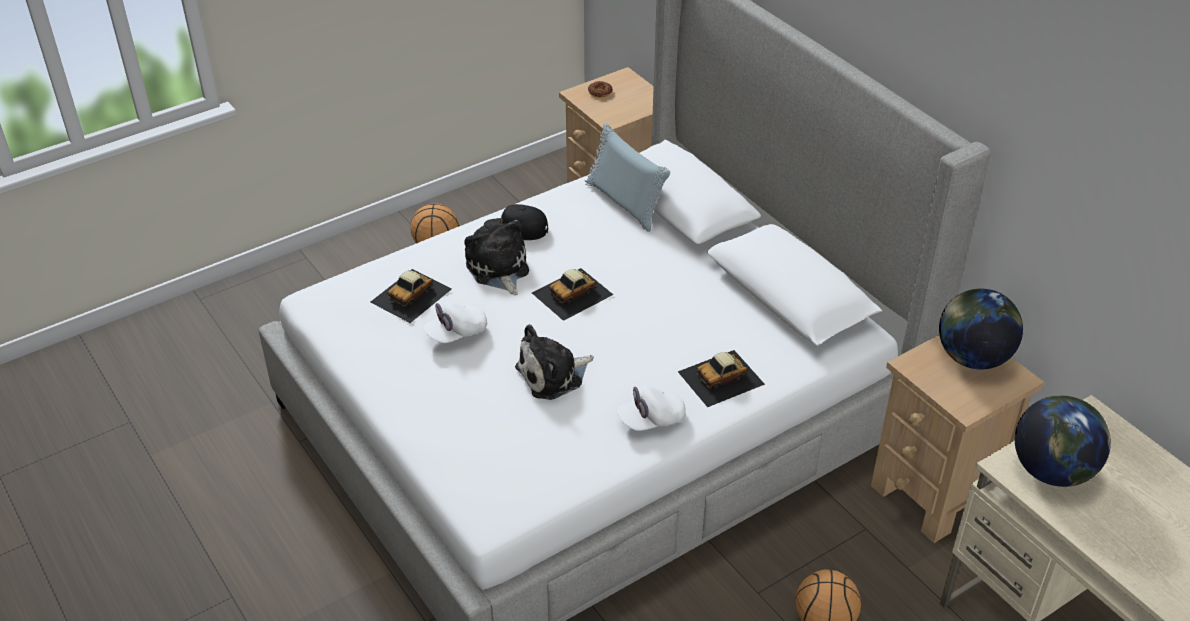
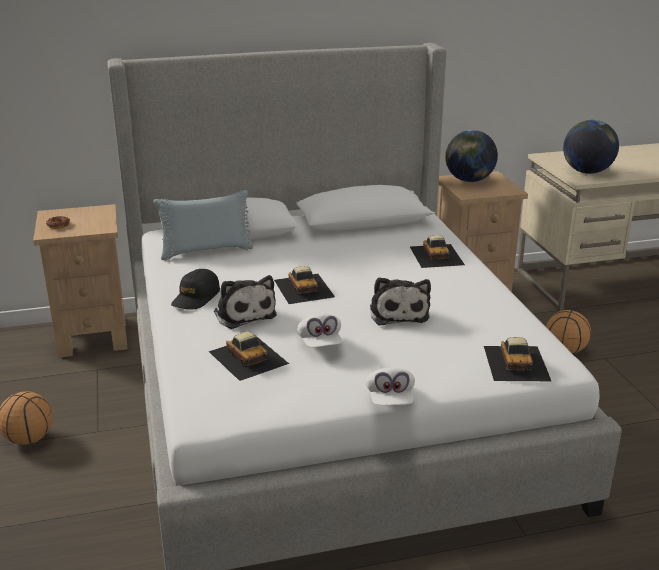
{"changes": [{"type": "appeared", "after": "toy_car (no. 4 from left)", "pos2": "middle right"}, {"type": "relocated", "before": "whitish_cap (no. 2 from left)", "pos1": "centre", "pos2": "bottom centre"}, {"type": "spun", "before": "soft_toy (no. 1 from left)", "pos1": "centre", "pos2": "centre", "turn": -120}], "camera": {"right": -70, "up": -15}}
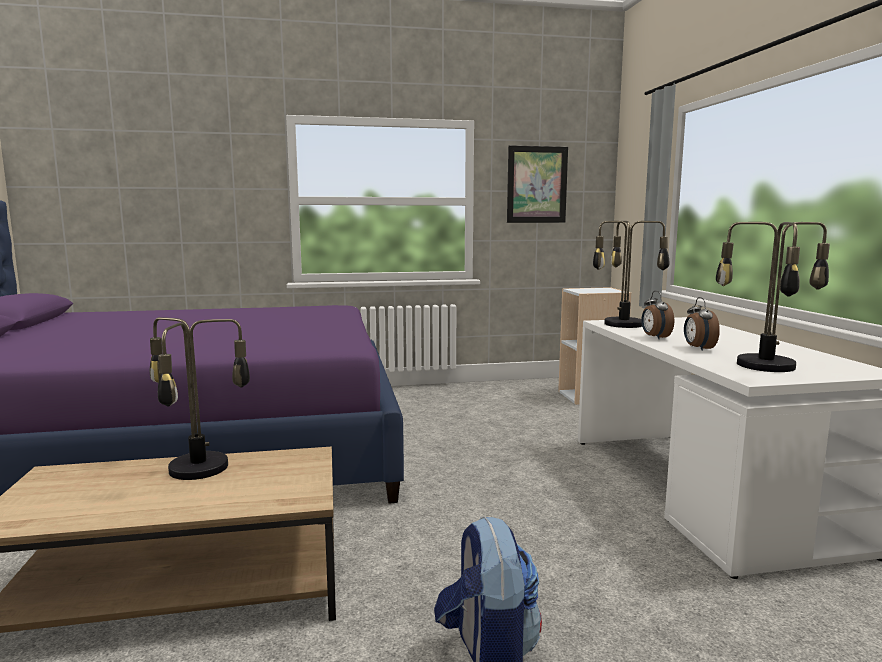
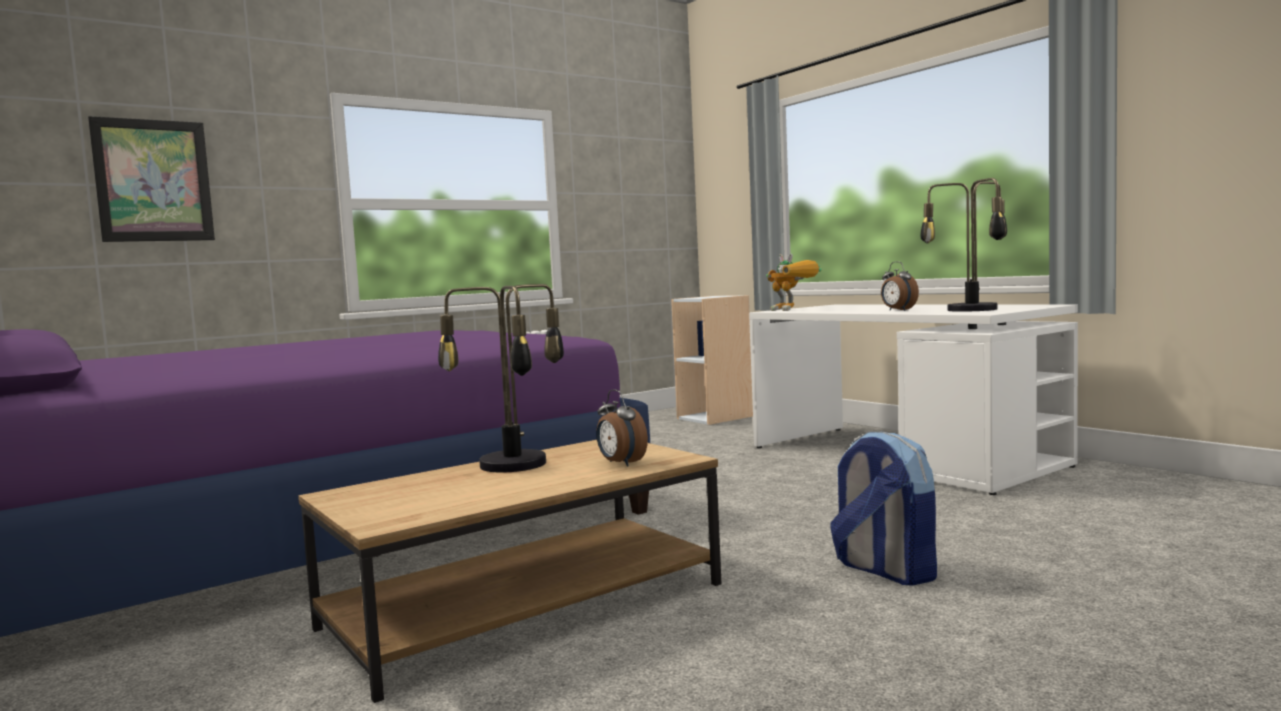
{"changes": [{"type": "relocated", "before": "wall_art", "pos1": "top centre", "pos2": "top left"}, {"type": "relocated", "before": "bedside_clock (no. 1 from left)", "pos1": "middle right", "pos2": "centre"}, {"type": "exchanged", "before": "tabletop_lamp (no. 2 from left)", "after": "robot_figure", "pos1": "middle right", "pos2": "centre"}], "camera": {"right": -25, "up": -5}}
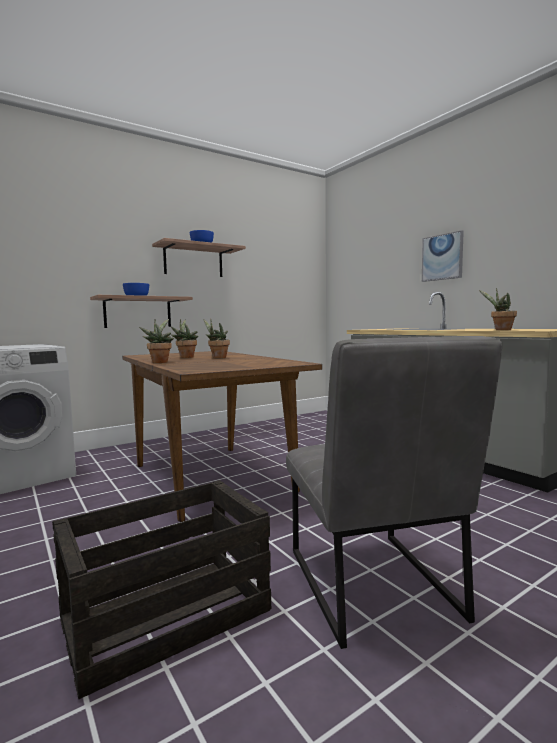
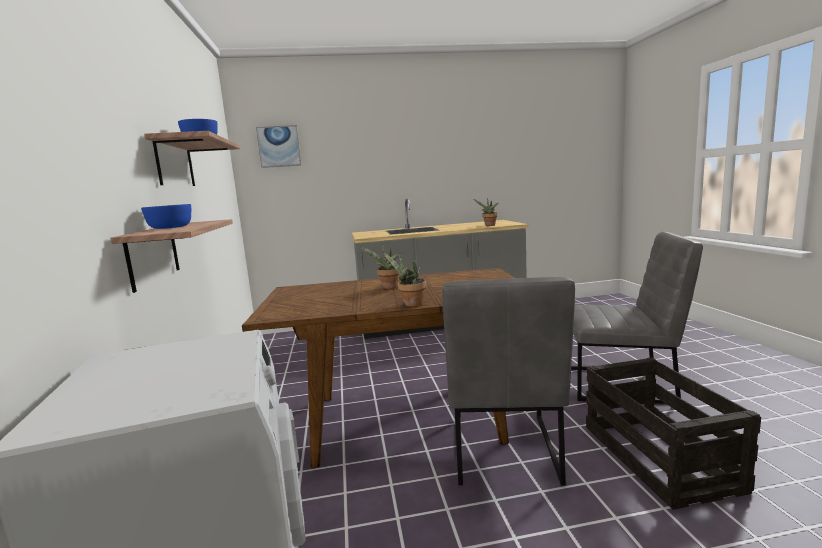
{"changes": [{"type": "missing", "before": "plant_in_a_pot (no. 2 from left)", "pos1": "middle left"}, {"type": "appeared", "after": "greyish_plain_chair (no. 1 from left)", "pos2": "bottom centre"}, {"type": "relocated", "before": "wall_art", "pos1": "middle right", "pos2": "top centre"}], "camera": {"right": -65, "up": 5}}
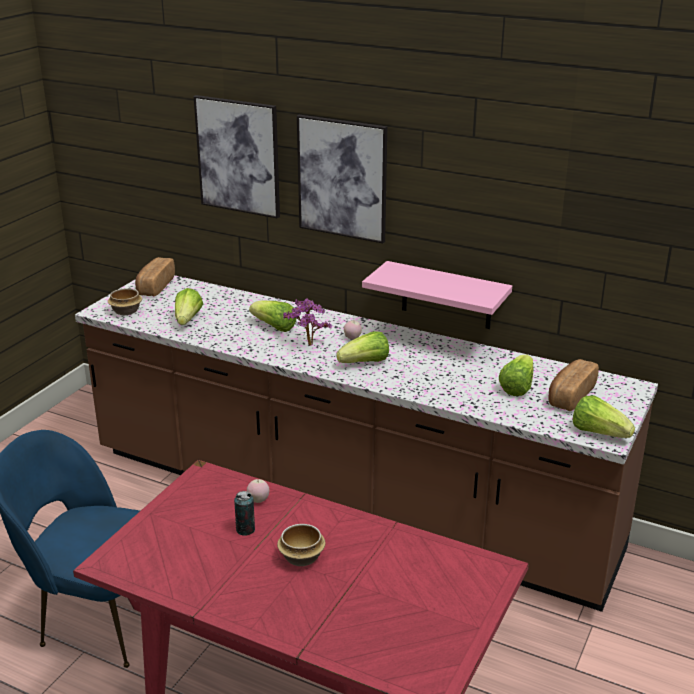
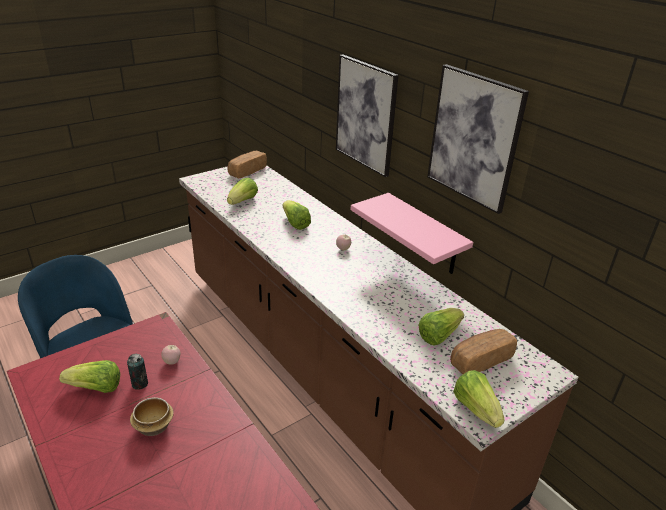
{"changes": [{"type": "missing", "before": "bowl (no. 1 from left)", "pos1": "middle left"}, {"type": "missing", "before": "plant_in_a_pot", "pos1": "centre"}, {"type": "relocated", "before": "wall_art (no. 1 from left in the first image)", "after": "wall_art (no. 2 from left)", "pos1": "top centre", "pos2": "top right"}, {"type": "relocated", "before": "lettuce_head (no. 3 from left in the first image)", "after": "lettuce_head (no. 1 from left)", "pos1": "centre", "pos2": "bottom left"}], "camera": {"right": 25, "up": 5}}
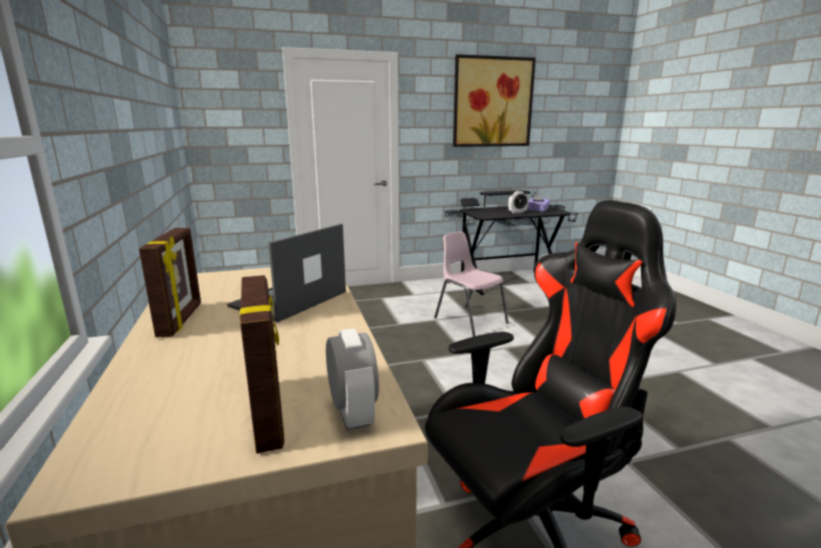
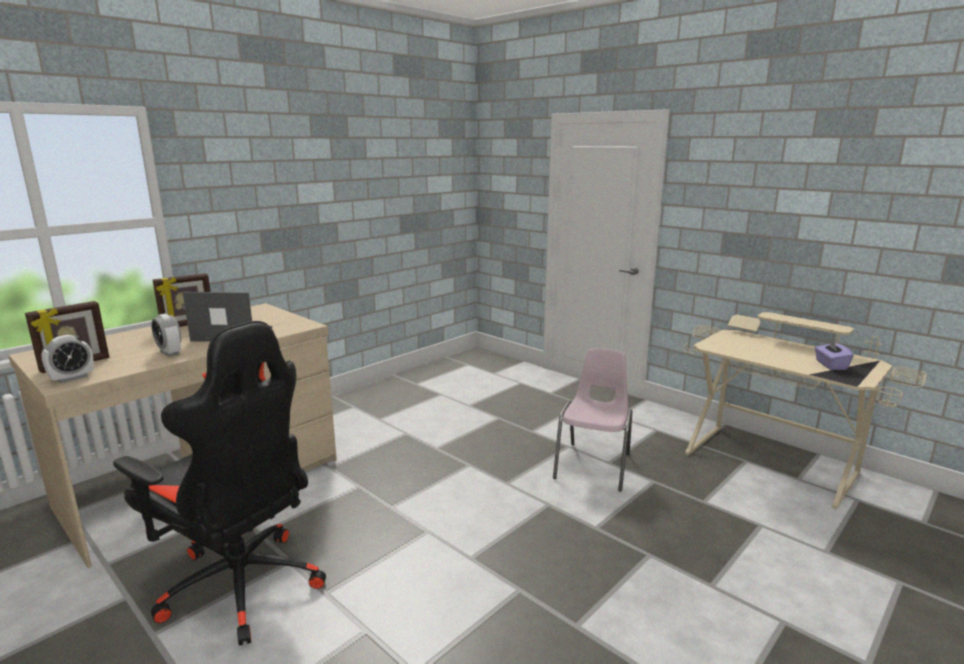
{"changes": [{"type": "missing", "before": "wall_art", "pos1": "top centre"}, {"type": "relocated", "before": "bedside_clock (no. 2 from left)", "pos1": "centre", "pos2": "middle left"}, {"type": "colour", "before": "black-coloured_desk_table", "after": "beige-coloured_desk_table (no. 2 from left)", "pos1": "centre", "pos2": "middle right"}], "camera": {"right": 60, "up": 0}}
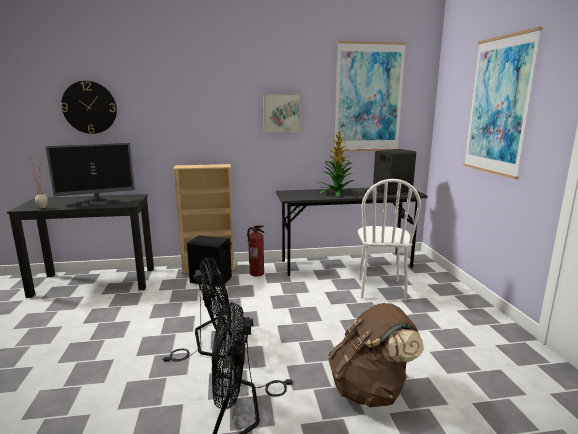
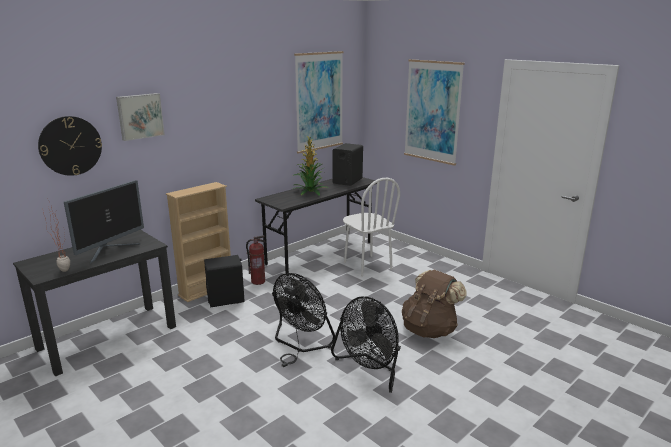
{"changes": [{"type": "relocated", "before": "wall_art (no. 1 from left)", "pos1": "top centre", "pos2": "top left"}], "camera": {"right": -35, "up": 5}}
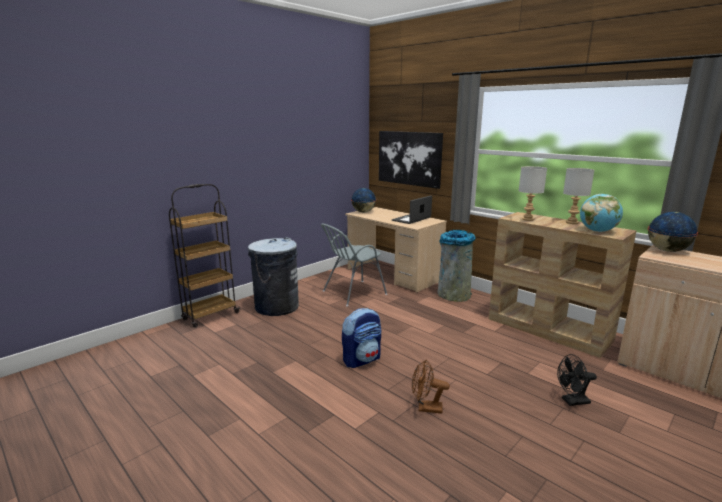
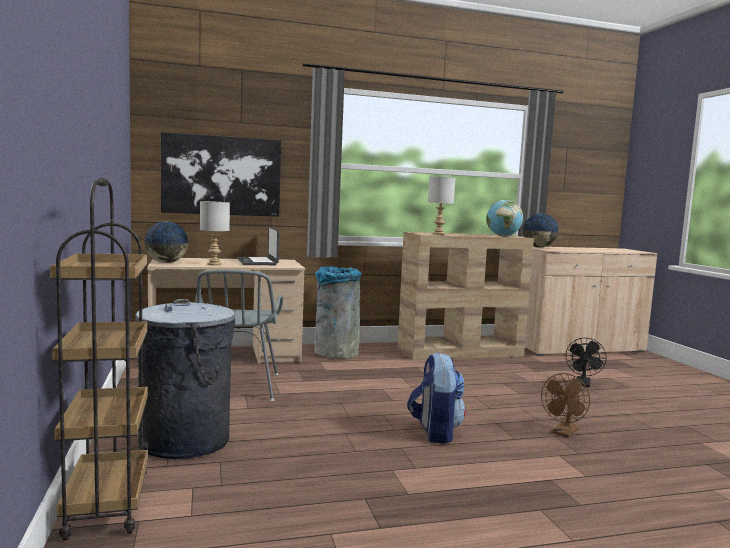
{"changes": [{"type": "relocated", "before": "greyish_tabletop_lamp (no. 2 from left in the first image)", "after": "greyish_tabletop_lamp (no. 1 from left)", "pos1": "middle right", "pos2": "middle left"}], "camera": {"right": -60, "up": -10}}
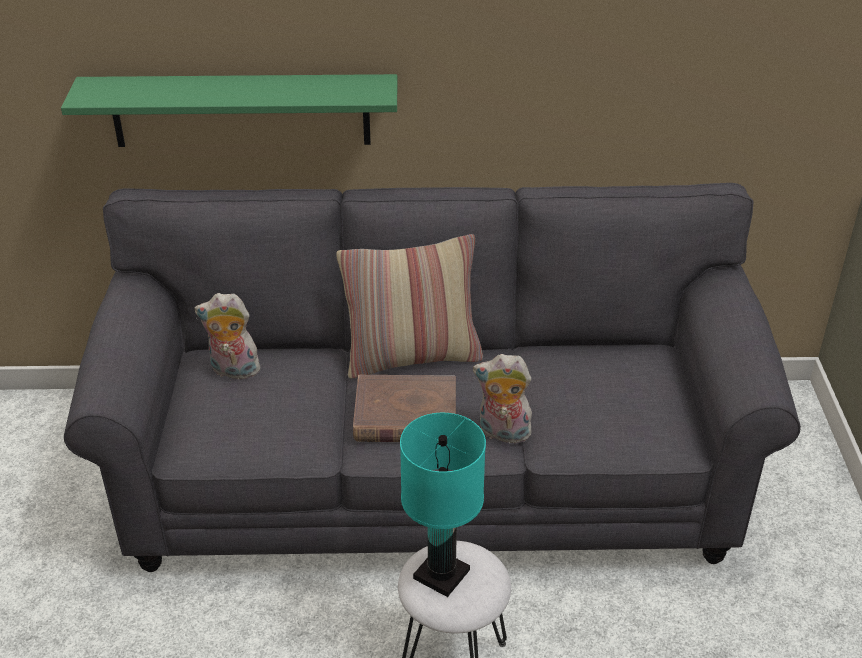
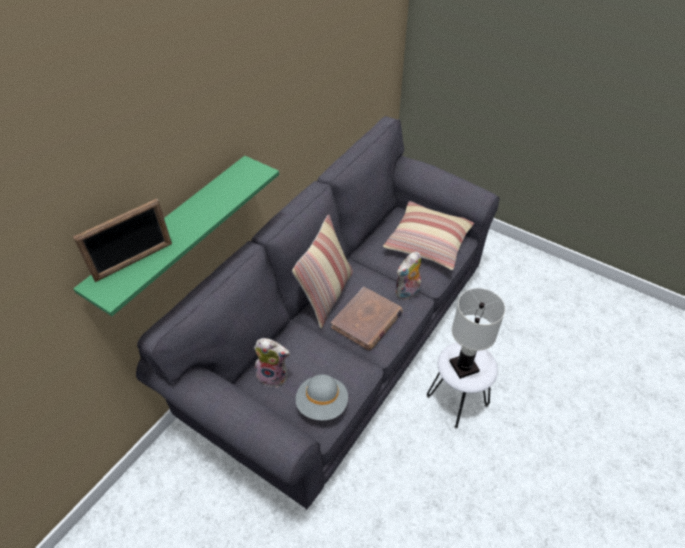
{"changes": [{"type": "appeared", "after": "photo_frame", "pos2": "middle left"}, {"type": "appeared", "after": "greyish_clothing_hat", "pos2": "bottom centre"}, {"type": "appeared", "after": "pillow (no. 2 from left)", "pos2": "centre"}, {"type": "colour", "before": "turquoise-coloured_tabletop_lamp", "after": "whitish_tabletop_lamp", "pos1": "bottom centre", "pos2": "middle right"}, {"type": "spun", "before": "soft_toy (no. 1 from left)", "pos1": "middle left", "pos2": "centre", "turn": -120}], "camera": {"right": -55, "up": 10}}
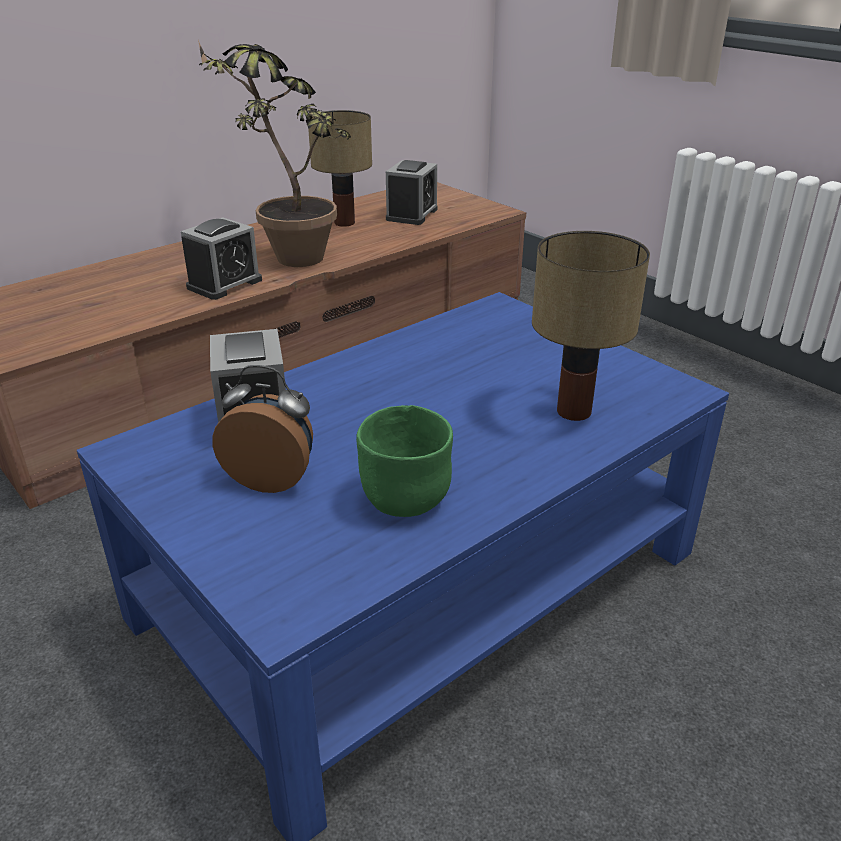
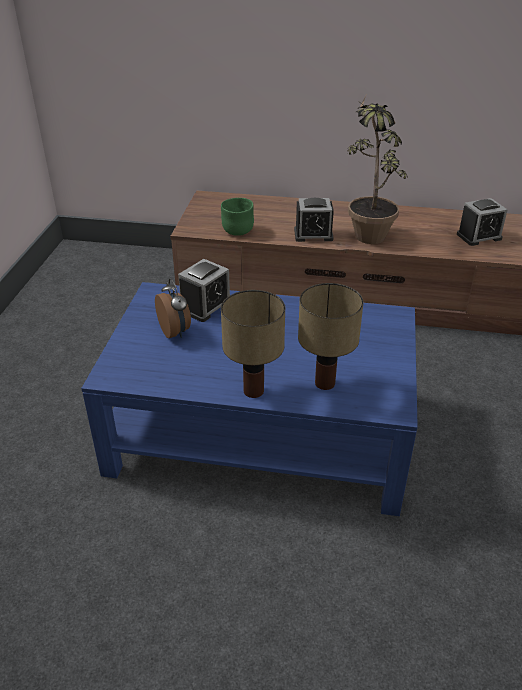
{"changes": [{"type": "relocated", "before": "tabletop_lamp (no. 1 from left)", "pos1": "top centre", "pos2": "centre"}, {"type": "relocated", "before": "green_bowl", "pos1": "centre", "pos2": "top centre"}], "camera": {"right": 50, "up": 5}}
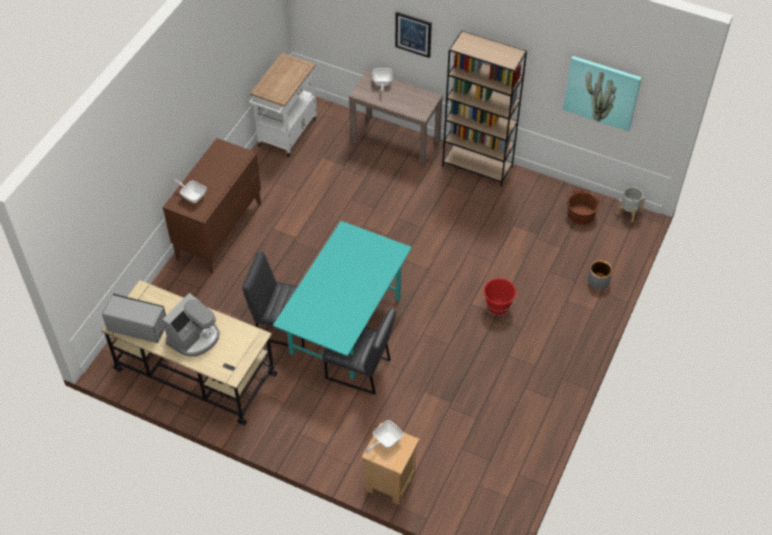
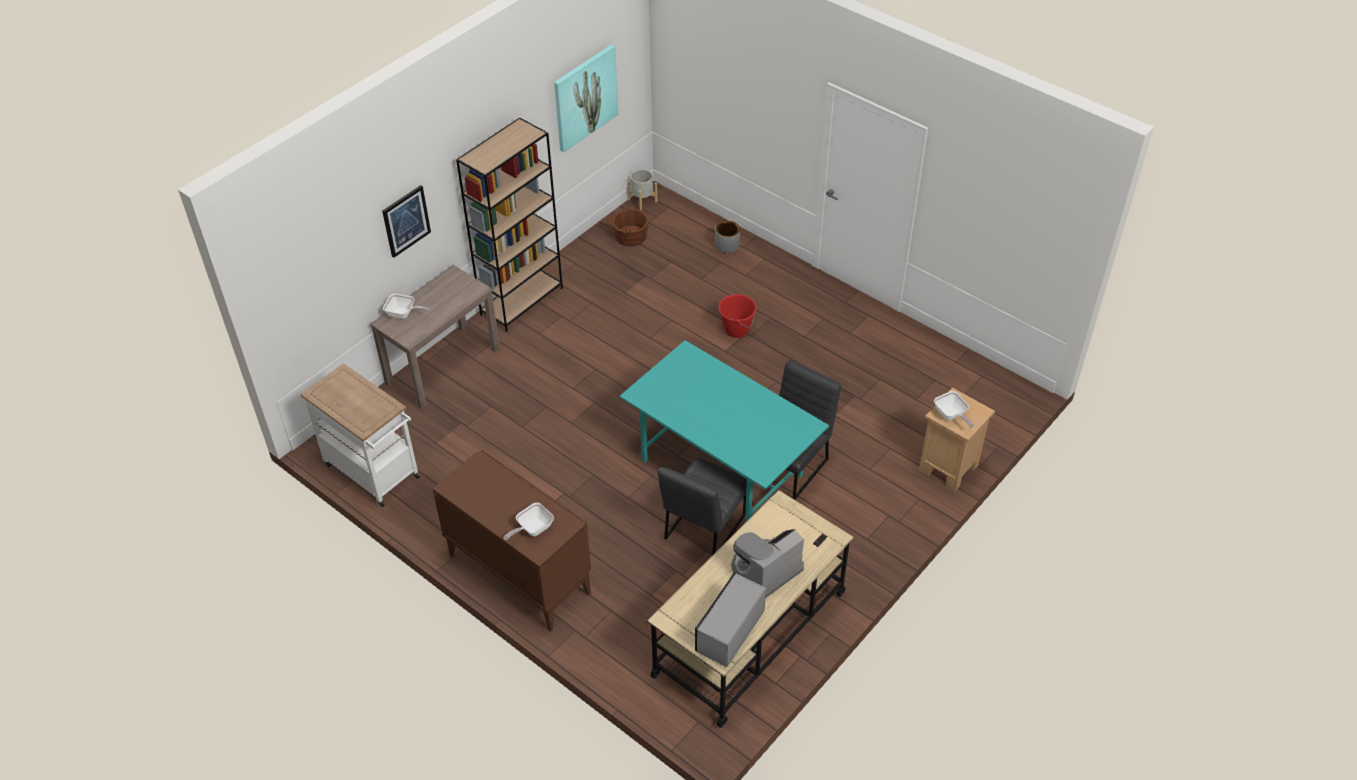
{"changes": [{"type": "spun", "before": "coffee_brewer", "pos1": "middle left", "pos2": "bottom centre", "turn": -90}], "camera": {"right": -75, "up": -5}}
